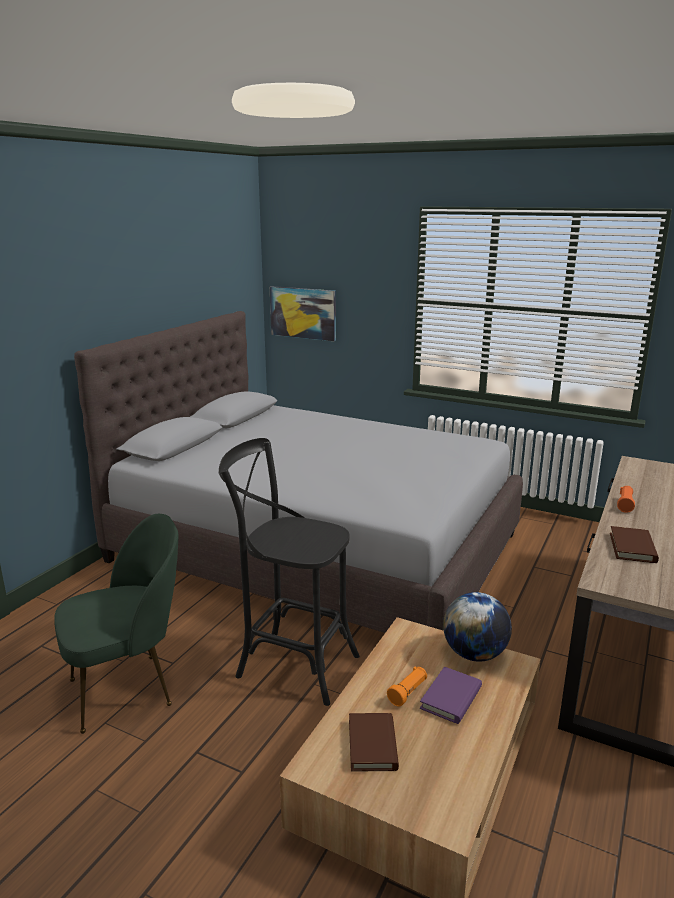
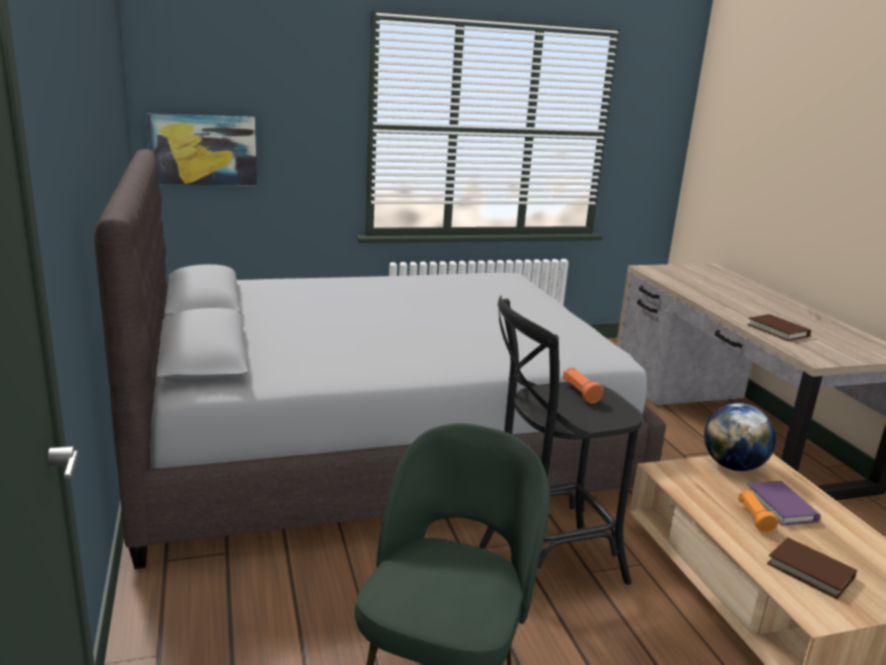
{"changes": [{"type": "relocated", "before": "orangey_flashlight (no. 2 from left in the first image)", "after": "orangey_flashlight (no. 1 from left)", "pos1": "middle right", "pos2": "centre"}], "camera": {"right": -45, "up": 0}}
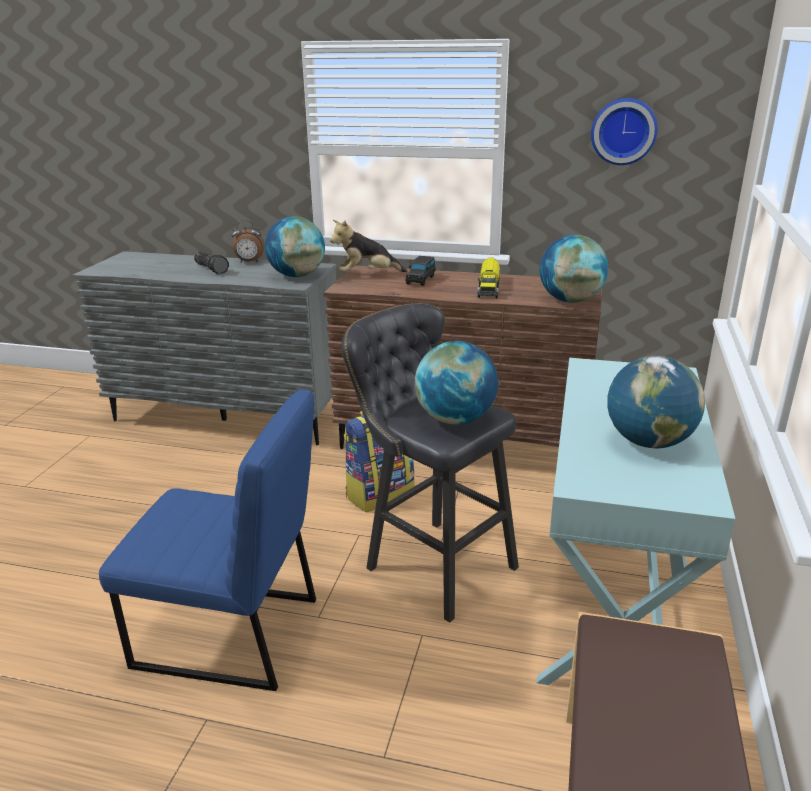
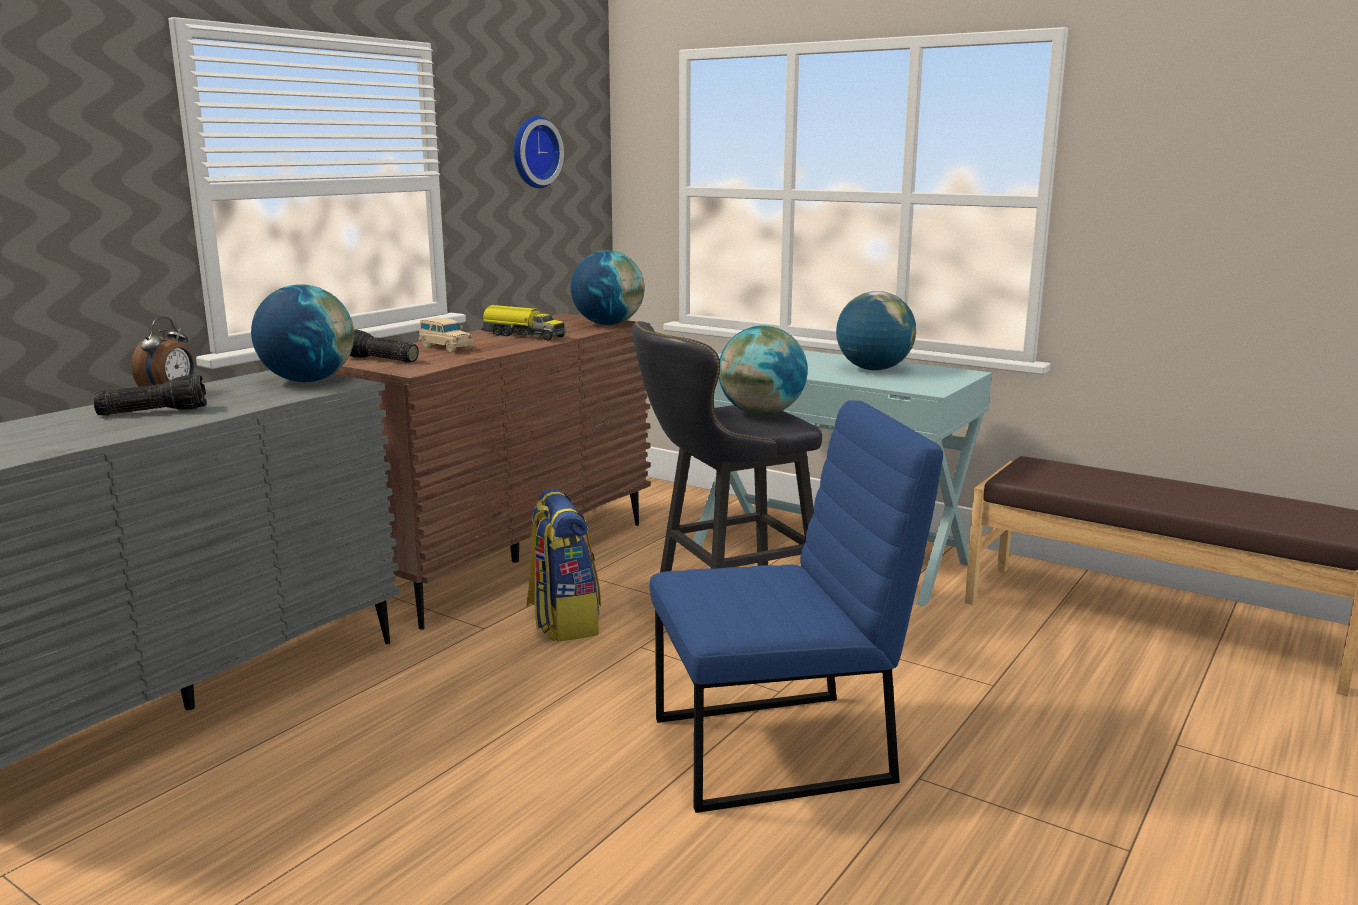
{"changes": [{"type": "exchanged", "before": "soft_toy", "after": "flashlight (no. 2 from left)", "pos1": "top centre", "pos2": "middle left"}, {"type": "colour", "before": "black-coloured_toy_car", "after": "beige-coloured_toy_car", "pos1": "centre", "pos2": "middle left"}, {"type": "spun", "before": "blue_plain_chair", "pos1": "bottom left", "pos2": "bottom centre", "turn": 45}], "camera": {"right": -70, "up": -10}}
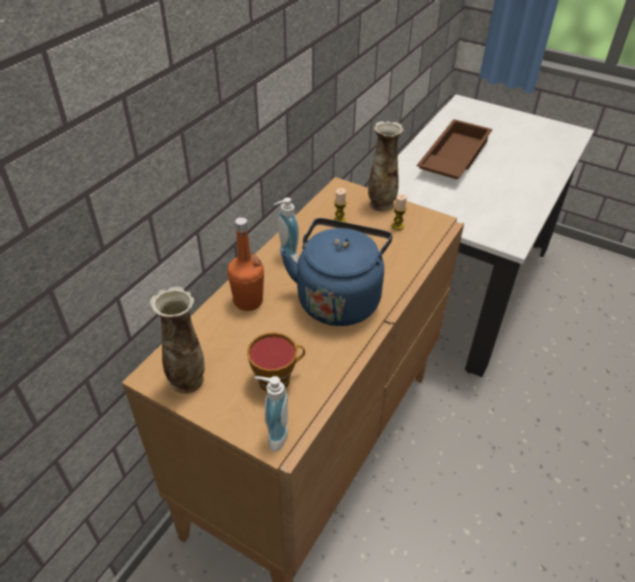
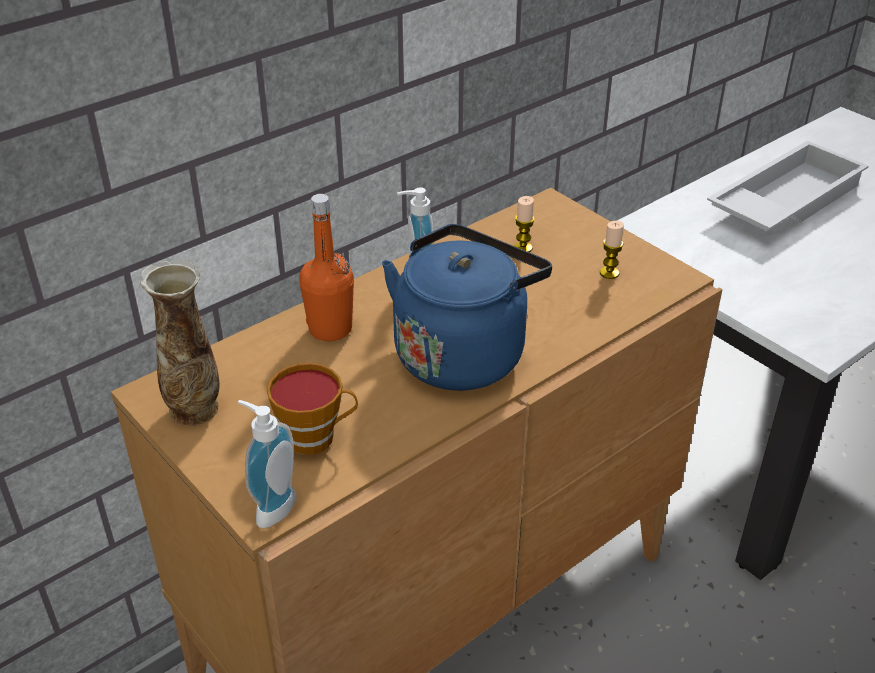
{"changes": [{"type": "missing", "before": "flower_vase (no. 2 from left)", "pos1": "top centre"}, {"type": "colour", "before": "brown_carrying_tray", "after": "whitish_carrying_tray", "pos1": "top right", "pos2": "top right"}], "camera": {"right": 20, "up": -5}}
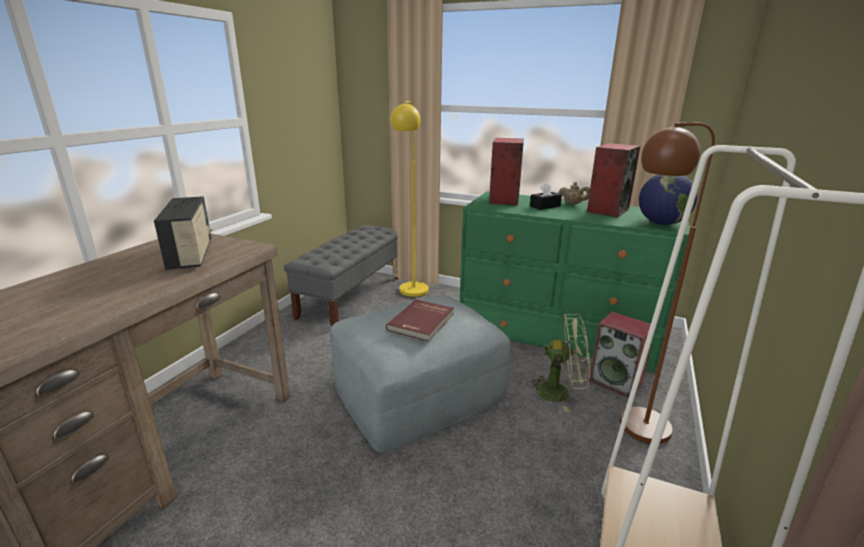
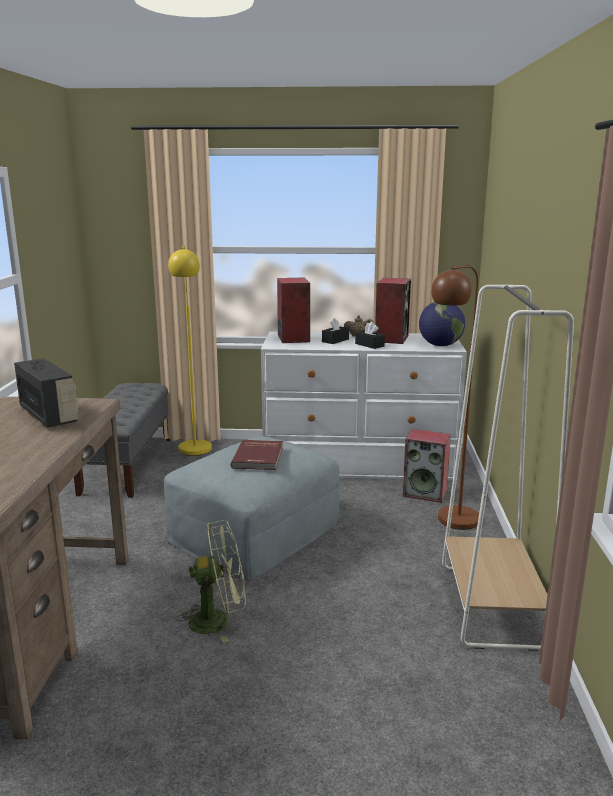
{"changes": [{"type": "appeared", "after": "black-coloured_tissue_holder (no. 2 from left)", "pos2": "centre"}, {"type": "relocated", "before": "green_fan", "pos1": "centre", "pos2": "bottom centre"}, {"type": "colour", "before": "green_drawer_chest", "after": "whitish_drawer_chest", "pos1": "centre", "pos2": "centre"}], "camera": {"right": -20, "up": -5}}
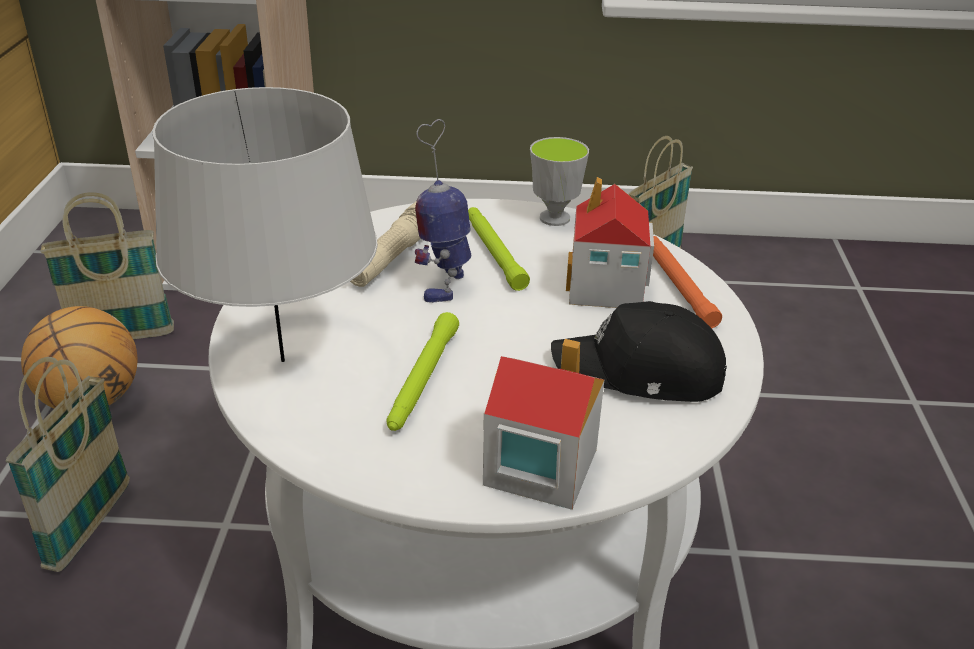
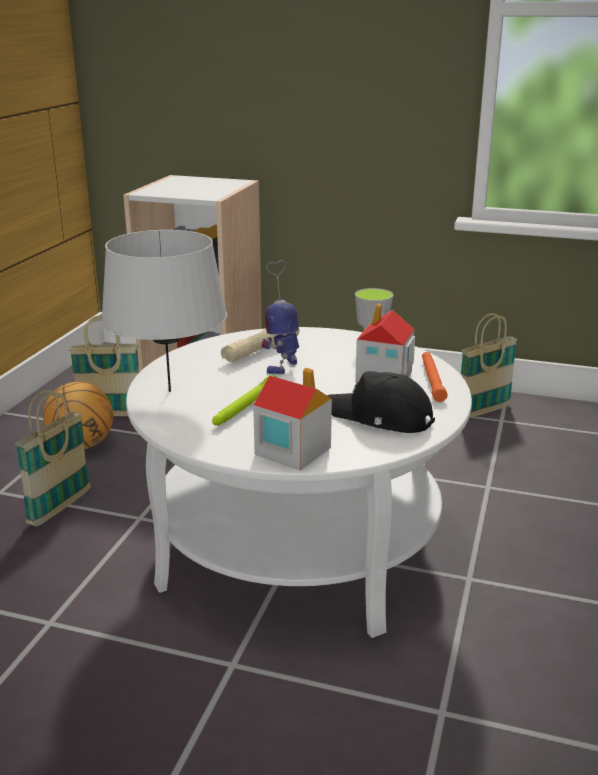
{"changes": [{"type": "missing", "before": "green_flashlight (no. 2 from left)", "pos1": "centre"}], "camera": {"right": 15, "up": -10}}
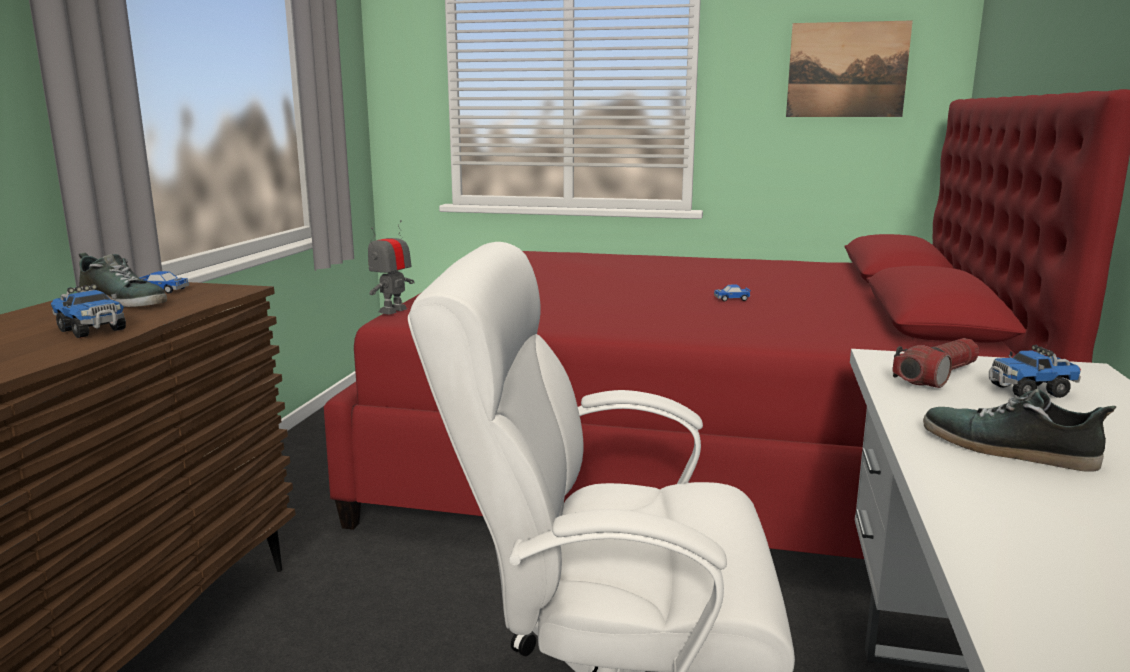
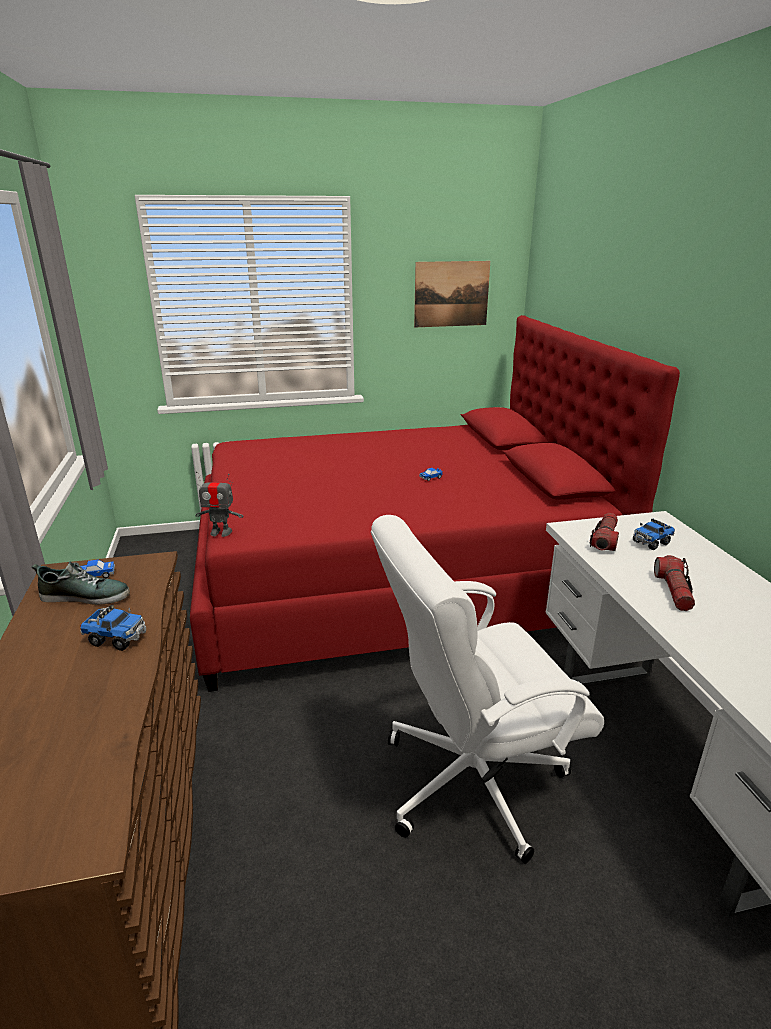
{"changes": [{"type": "exchanged", "before": "item_of_footwear (no. 2 from left)", "after": "flashlight (no. 2 from left)", "pos1": "middle right", "pos2": "middle right"}, {"type": "spun", "before": "robot_figure", "pos1": "centre", "pos2": "middle left", "turn": -90}], "camera": {"right": -25, "up": 10}}
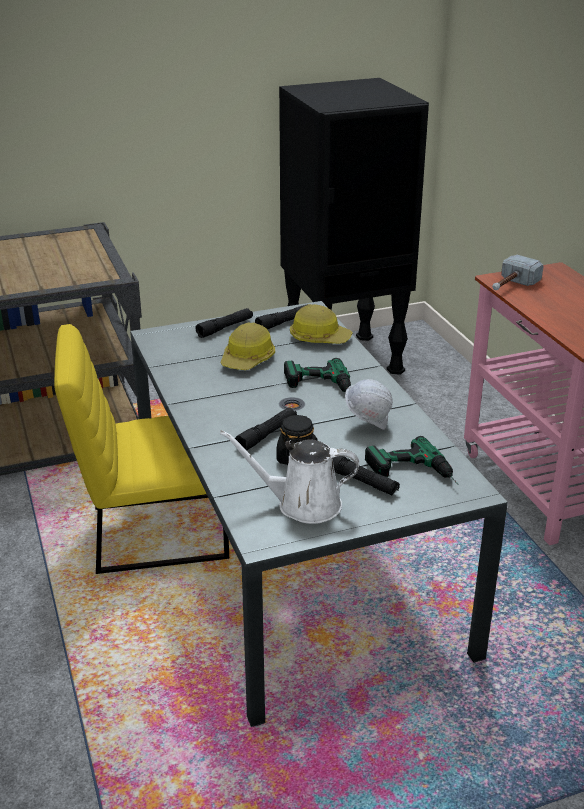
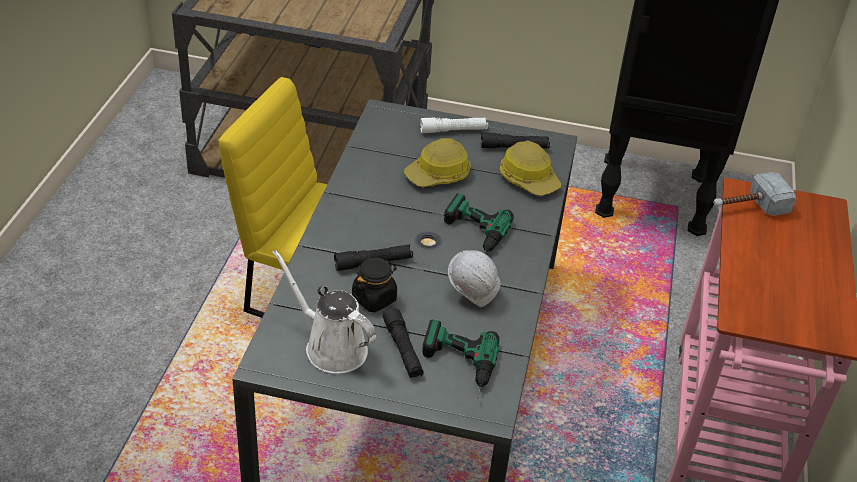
{"changes": [{"type": "colour", "before": "black-coloured_flashlight (no. 1 from left)", "after": "whitish_flashlight", "pos1": "centre", "pos2": "top centre"}], "camera": {"right": 30, "up": 10}}
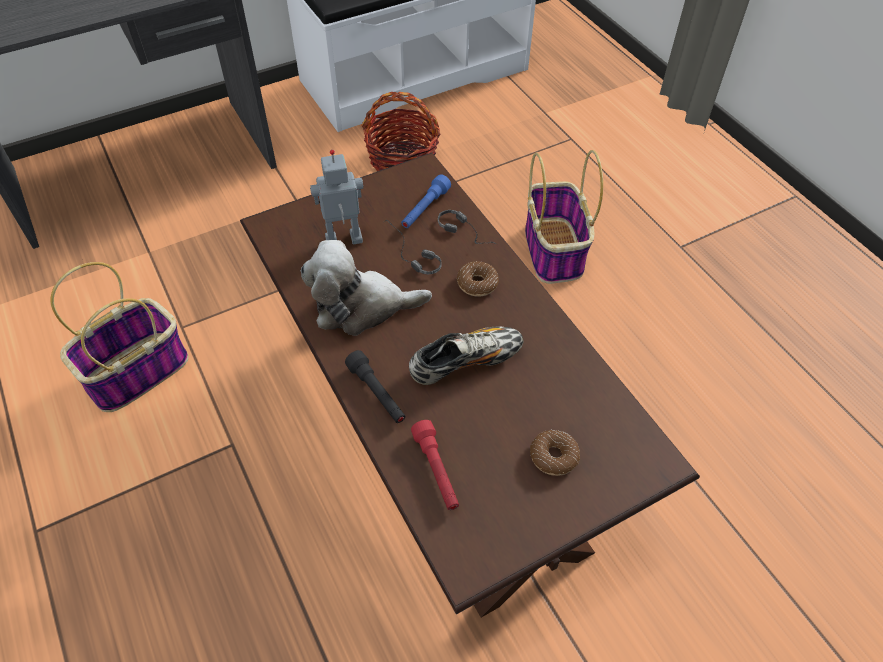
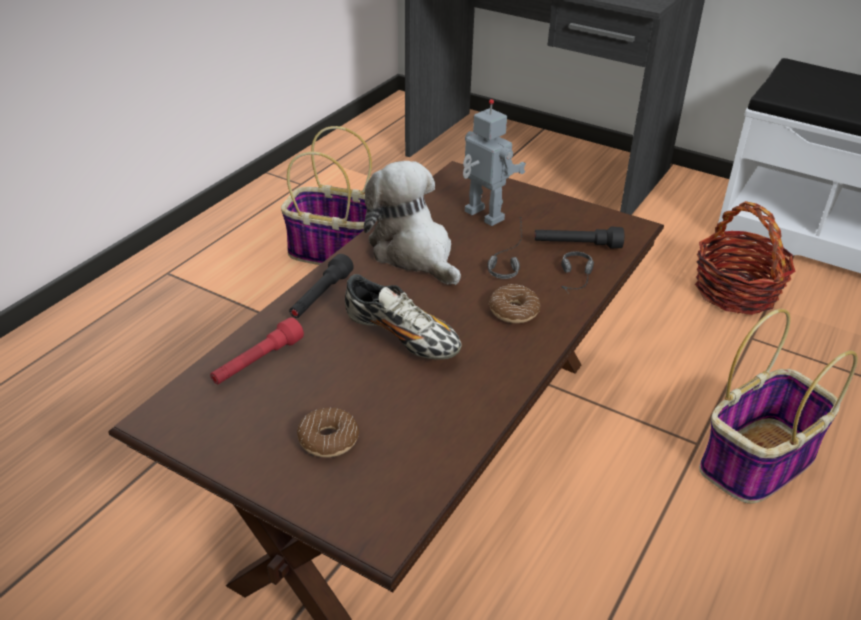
{"changes": [{"type": "colour", "before": "blue_flashlight", "after": "black-coloured_flashlight (no. 2 from left)", "pos1": "top centre", "pos2": "middle right"}], "camera": {"right": 60, "up": -15}}
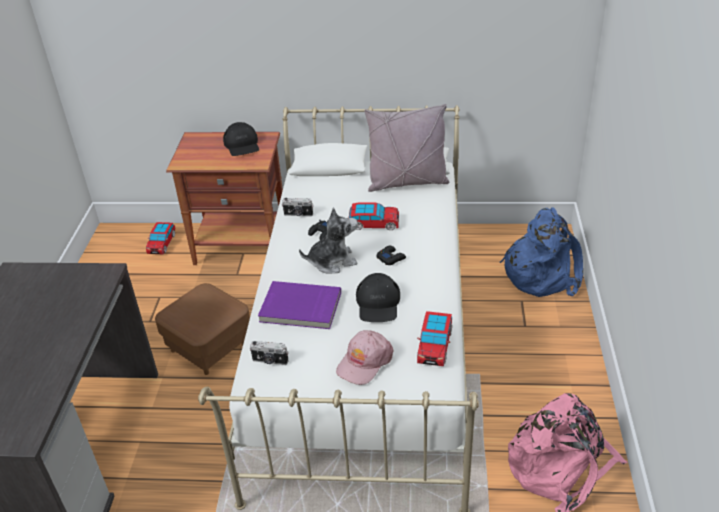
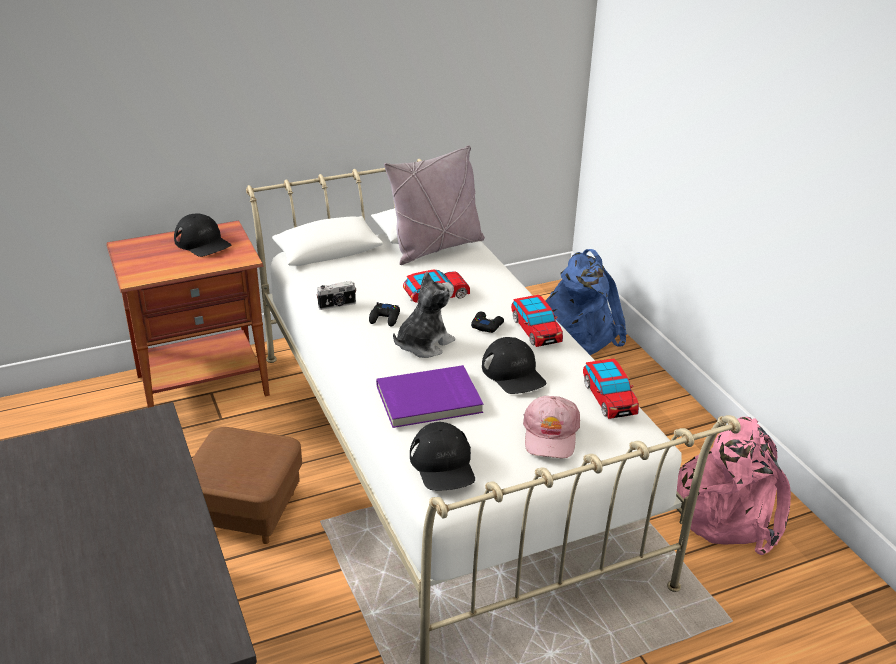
{"changes": [{"type": "relocated", "before": "toy_car (no. 1 from left in the first image)", "after": "toy_car (no. 2 from left)", "pos1": "middle left", "pos2": "centre"}, {"type": "exchanged", "before": "photo_camera (no. 1 from left)", "after": "black-coloured_cap (no. 2 from left)", "pos1": "bottom centre", "pos2": "bottom centre"}], "camera": {"right": -30, "up": -5}}
